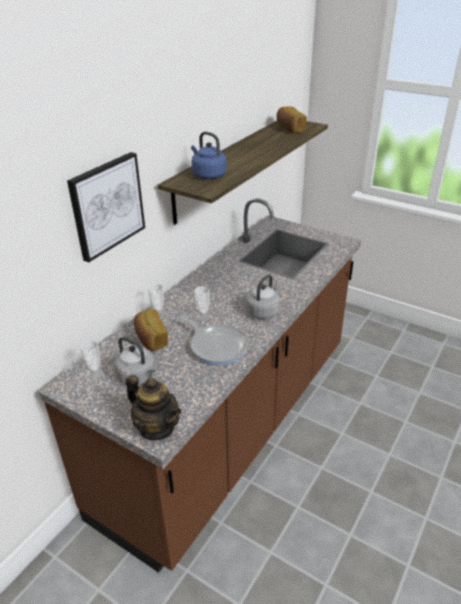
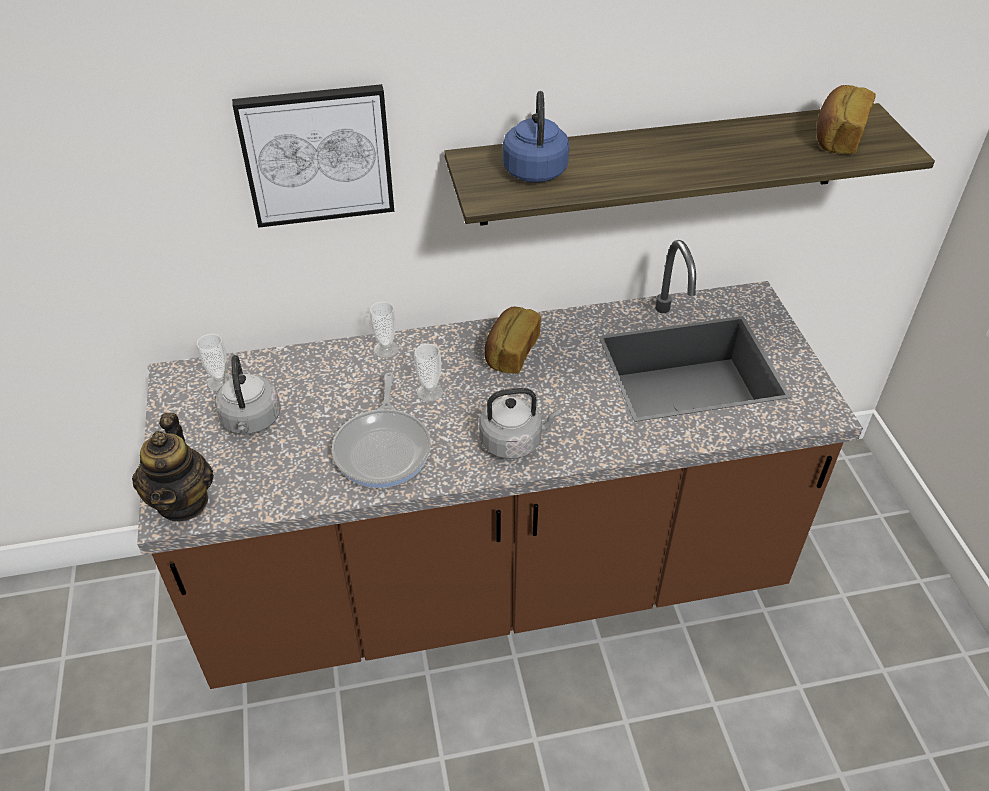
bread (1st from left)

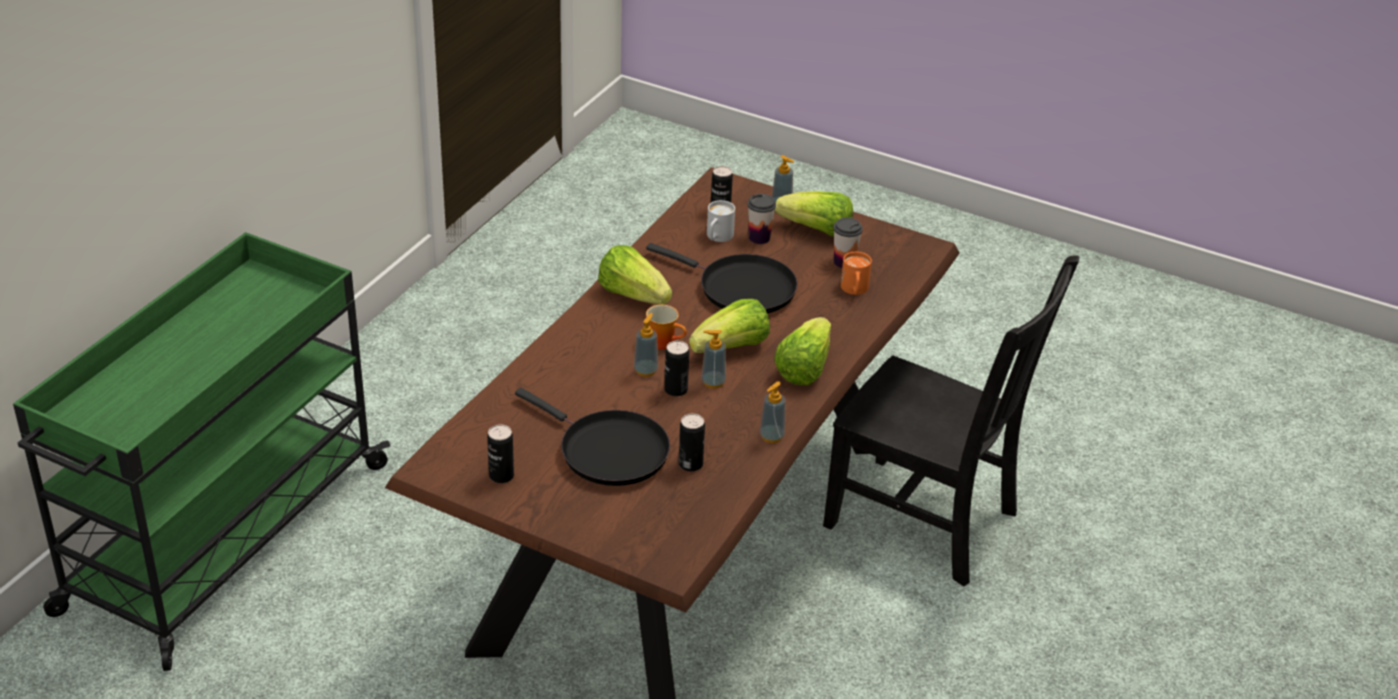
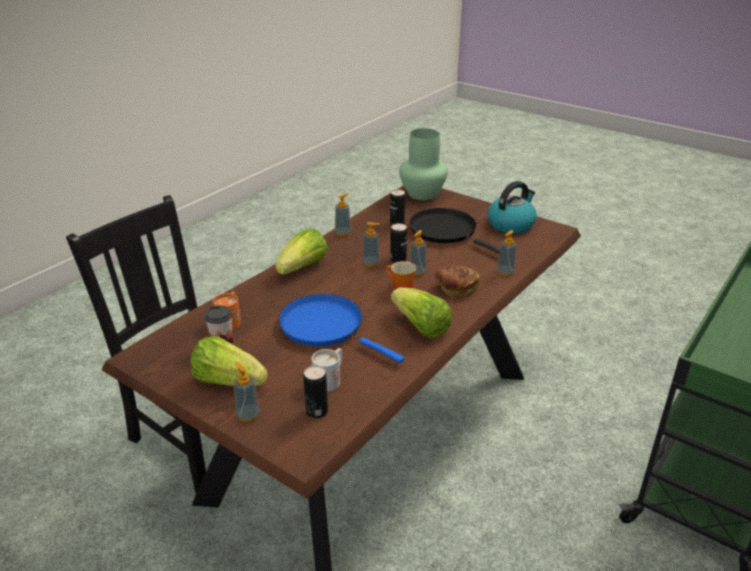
kettle
blue frying pan
lettuce (2nd from left in the first image)
cup (1st from left in the first image)
green vase
bread
soap dispenser (5th from left)

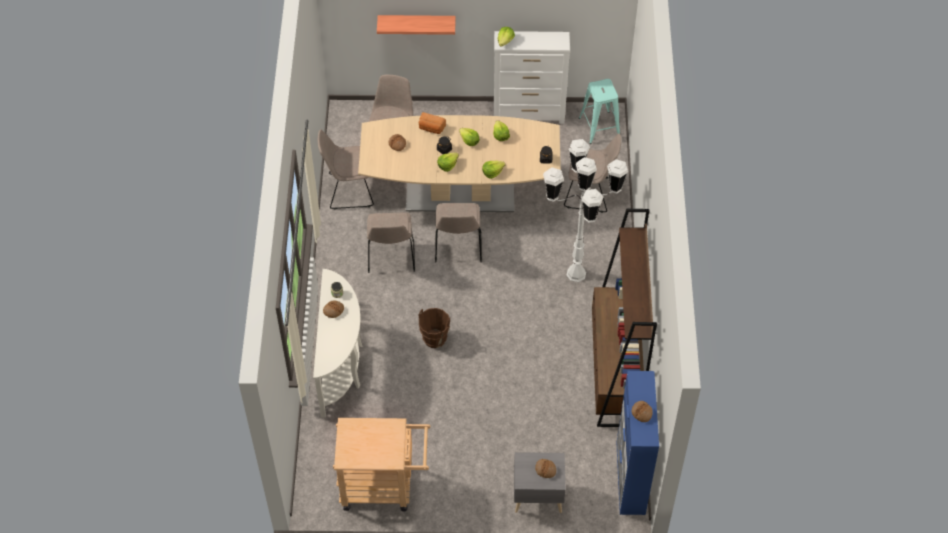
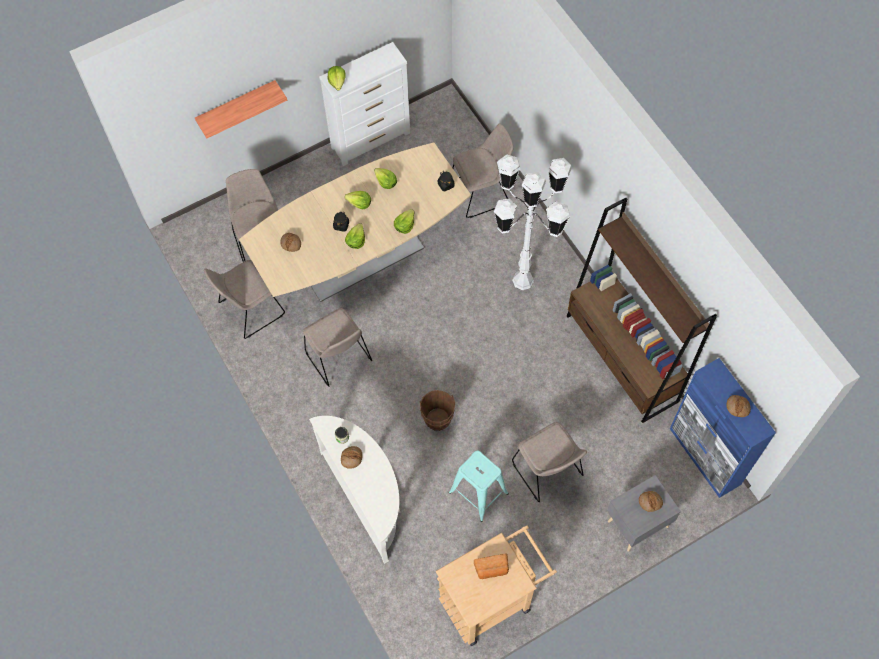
bread (3rd from left)
beige chair (5th from left)
turquoise stool

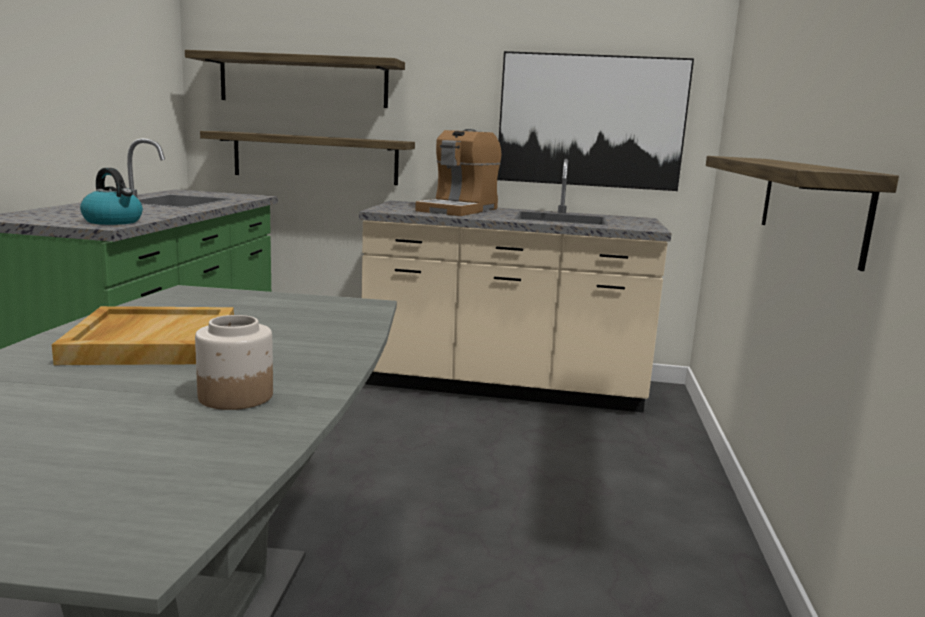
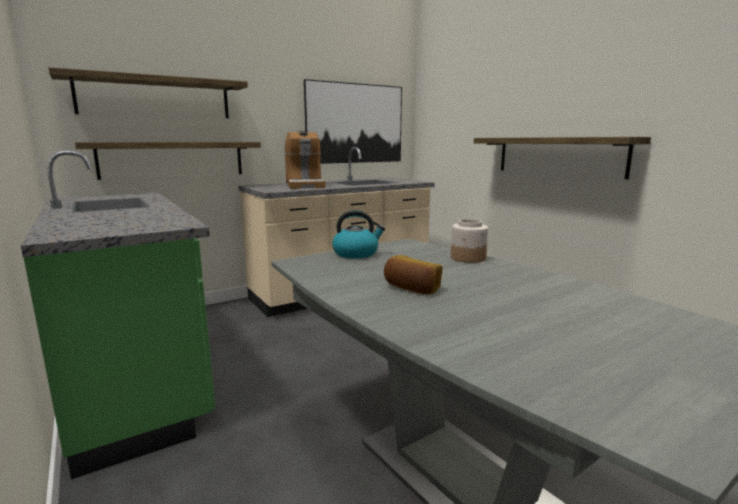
bread
kettle
jar

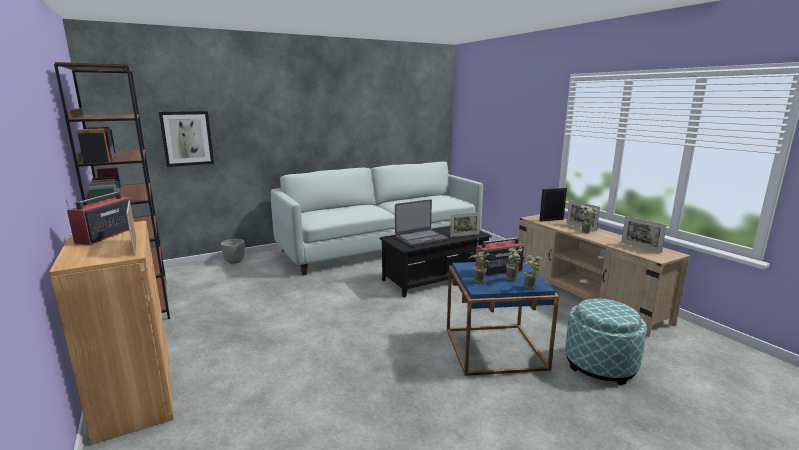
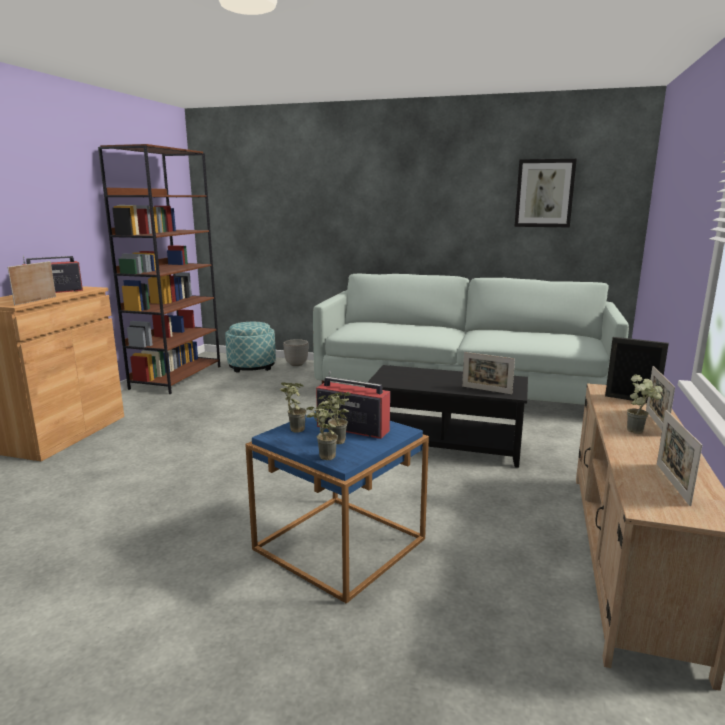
picture
laptop
ottoman

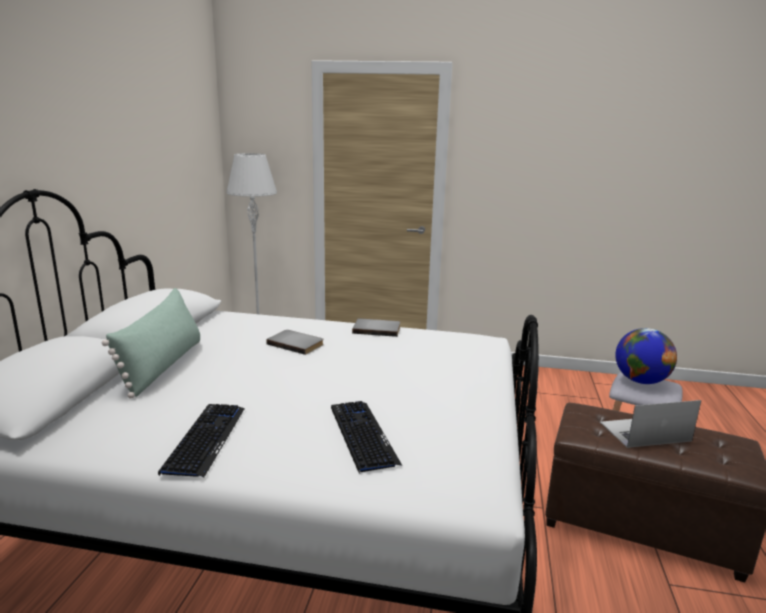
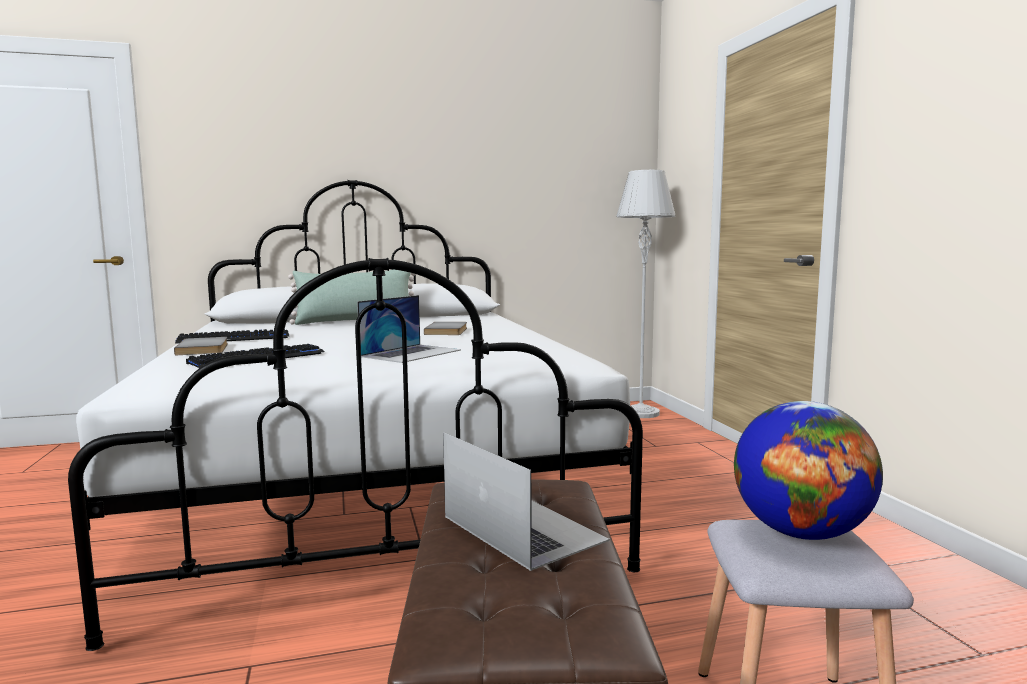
grey book (1st from left)
laptop (1st from left)

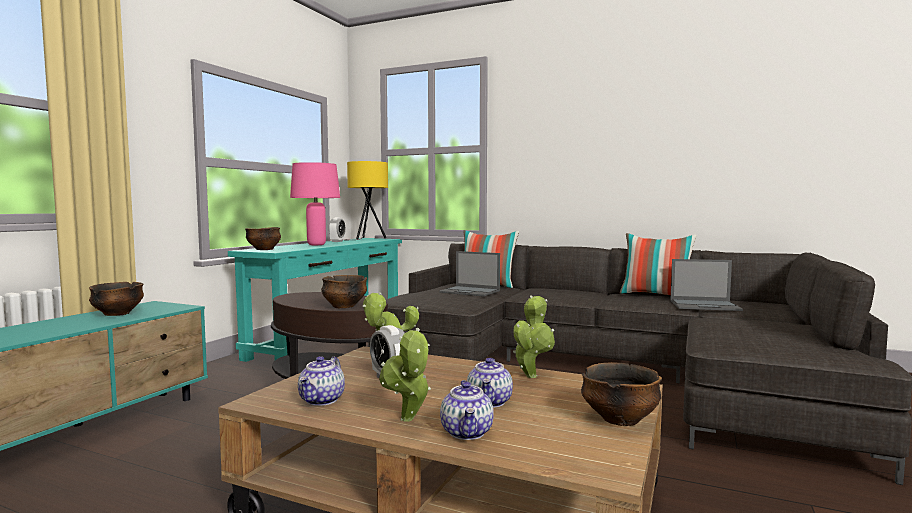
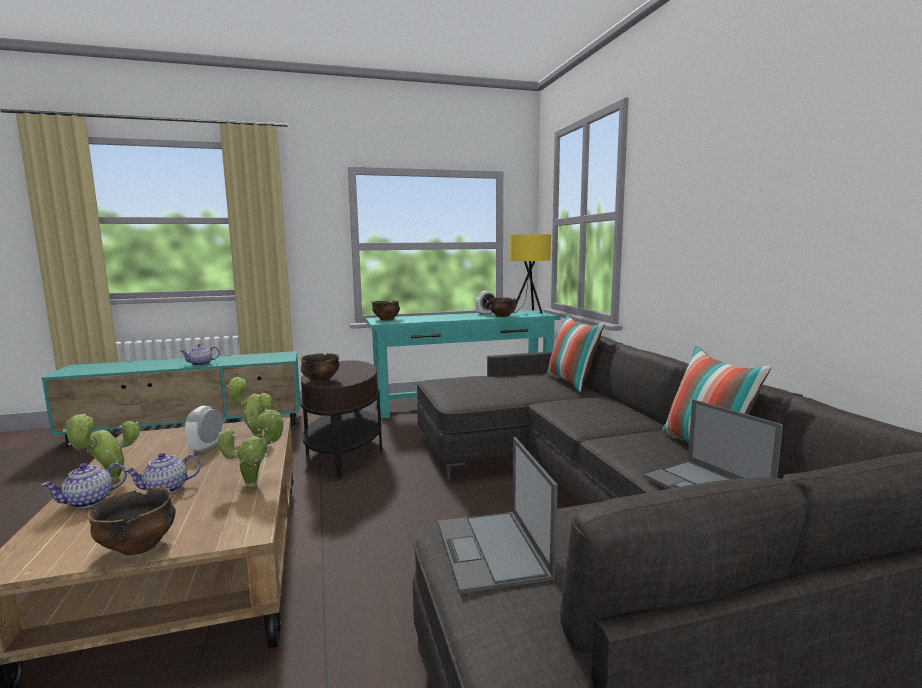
bowl (4th from left)
pink table lamp
teapot (3rd from left)
laptop (1st from left)

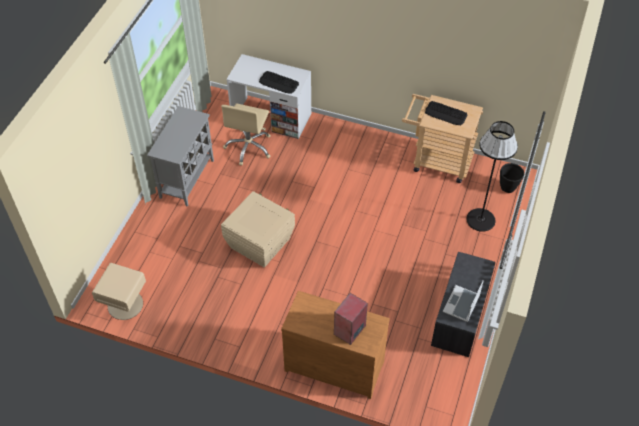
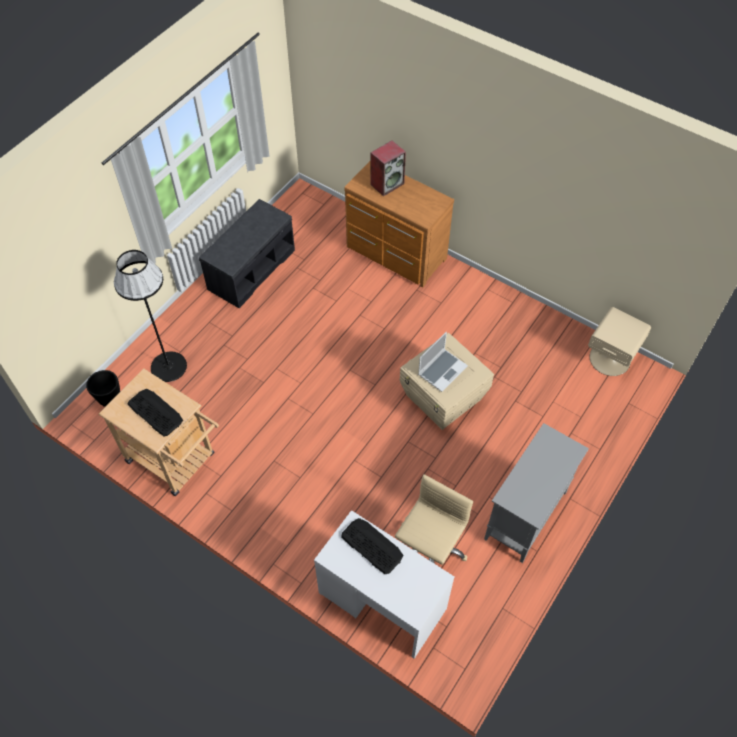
laptop

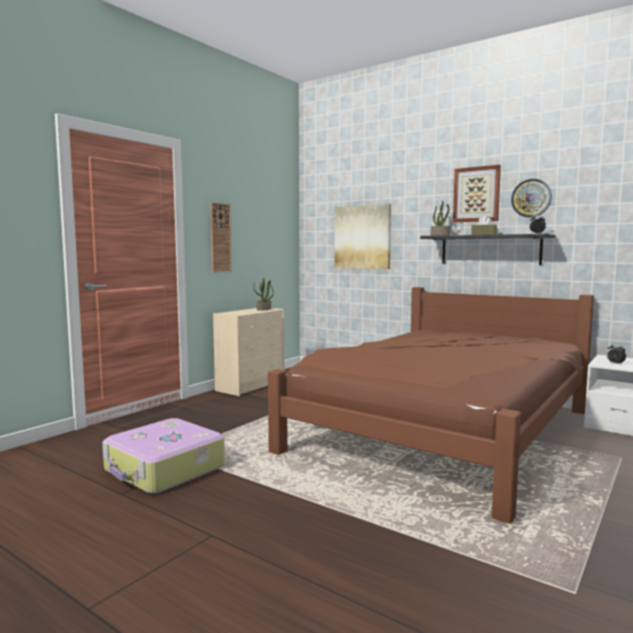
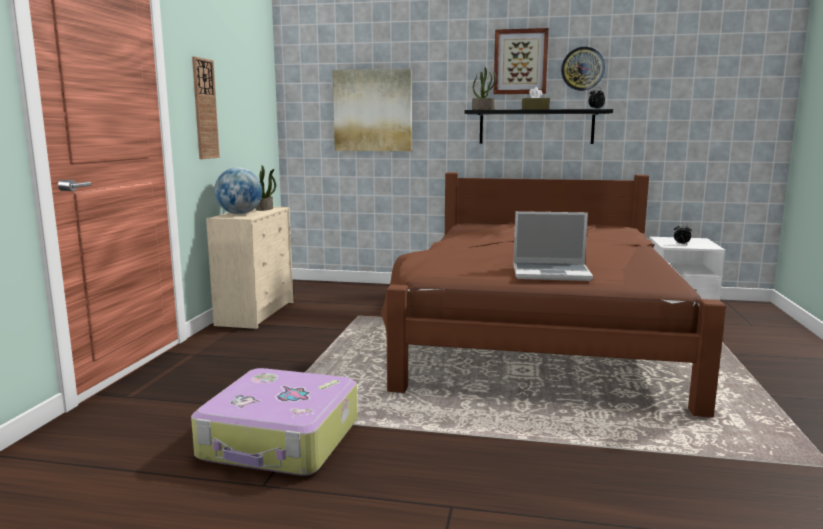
globe
laptop

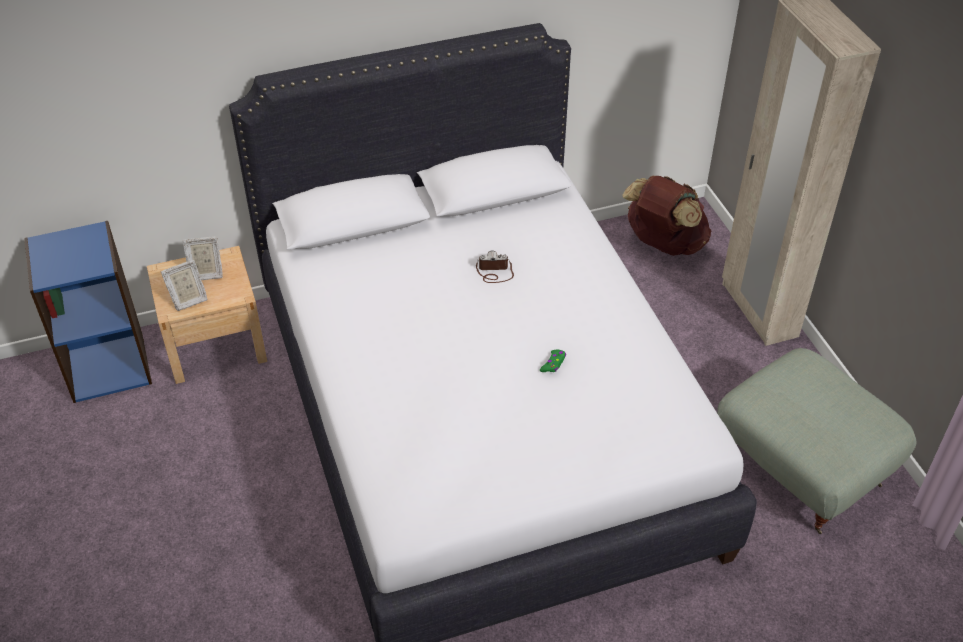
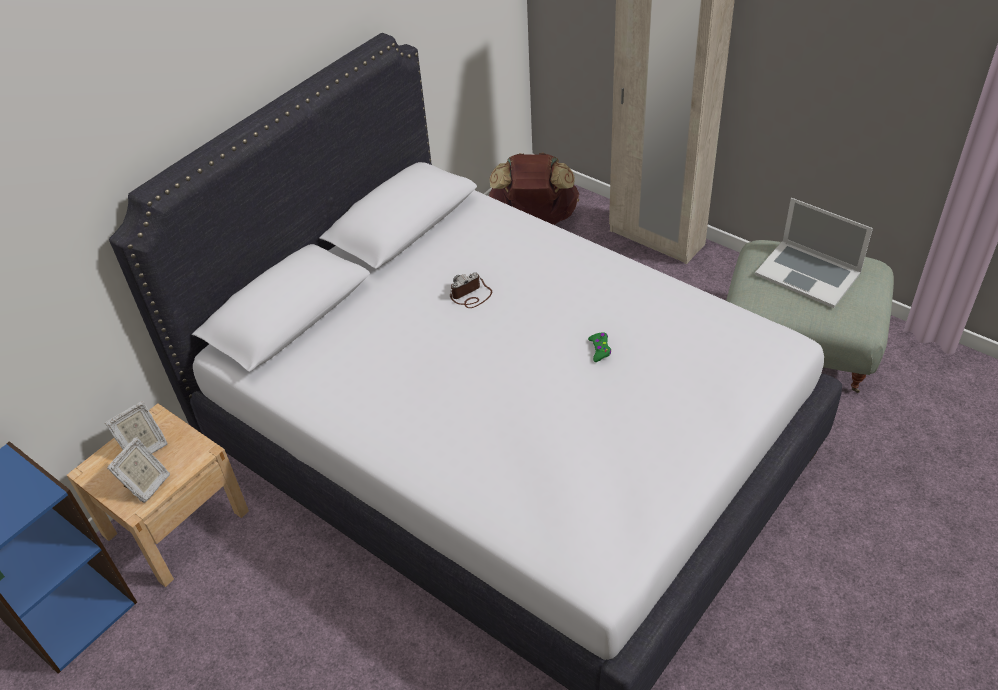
laptop

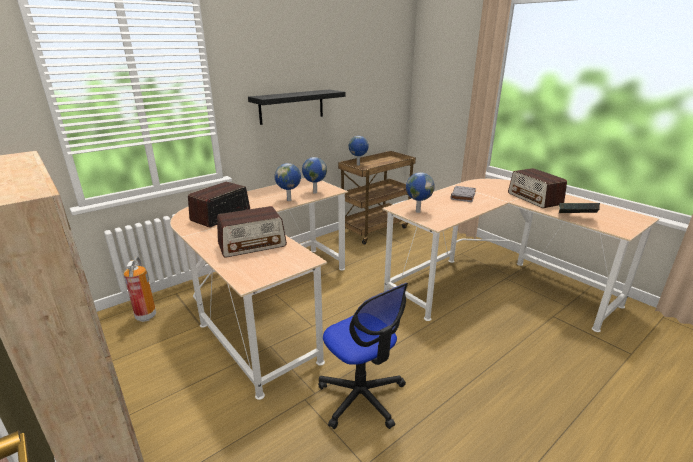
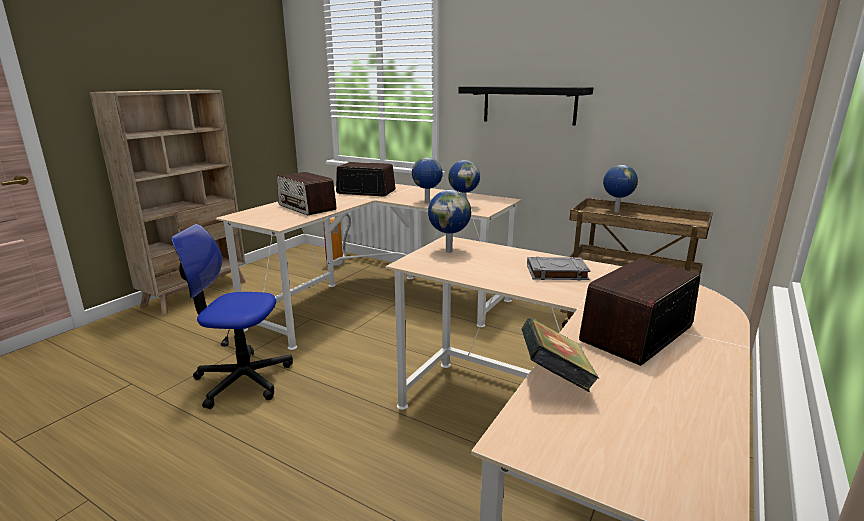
office chair

